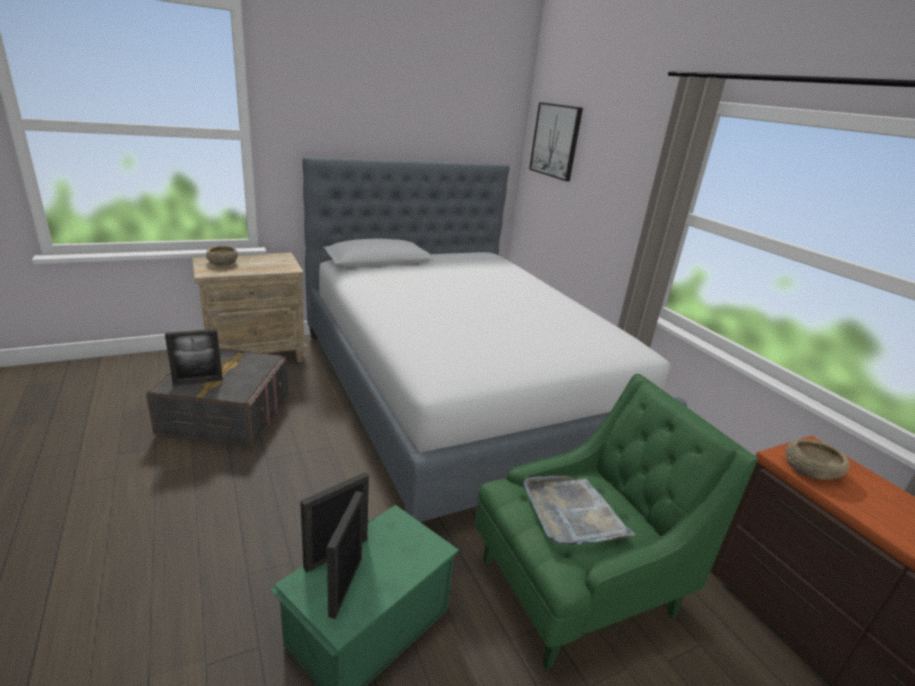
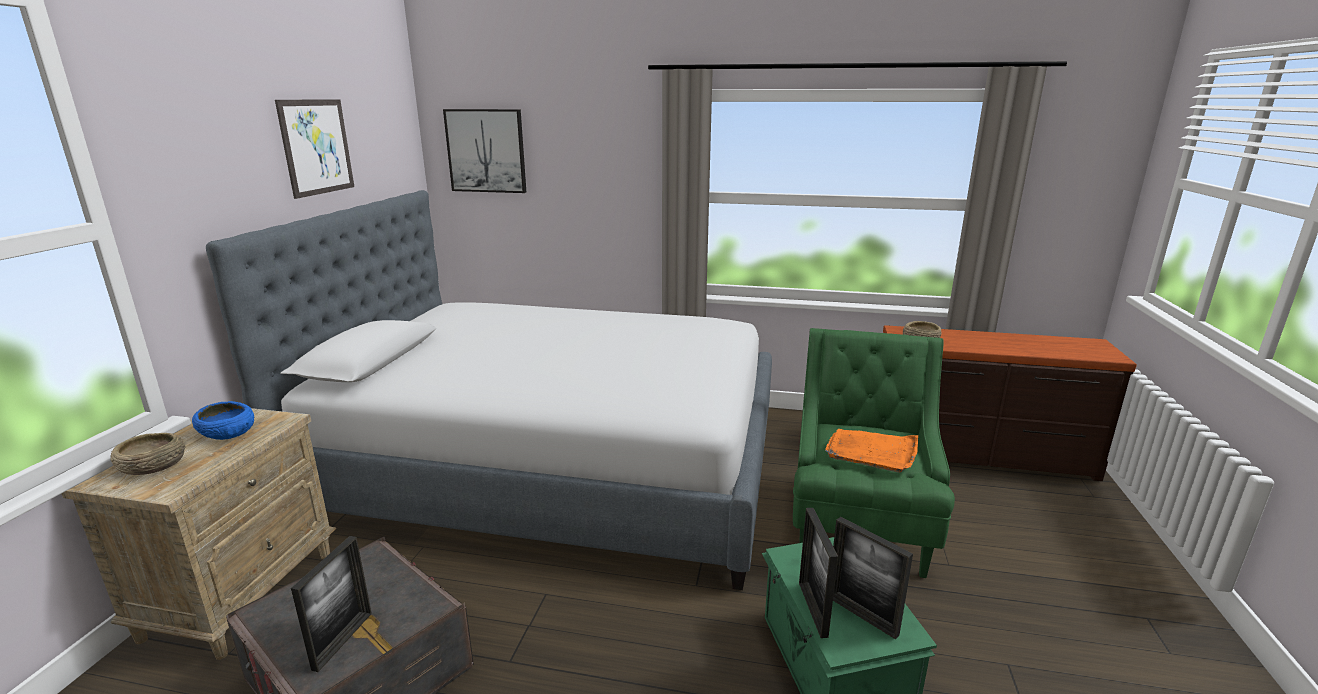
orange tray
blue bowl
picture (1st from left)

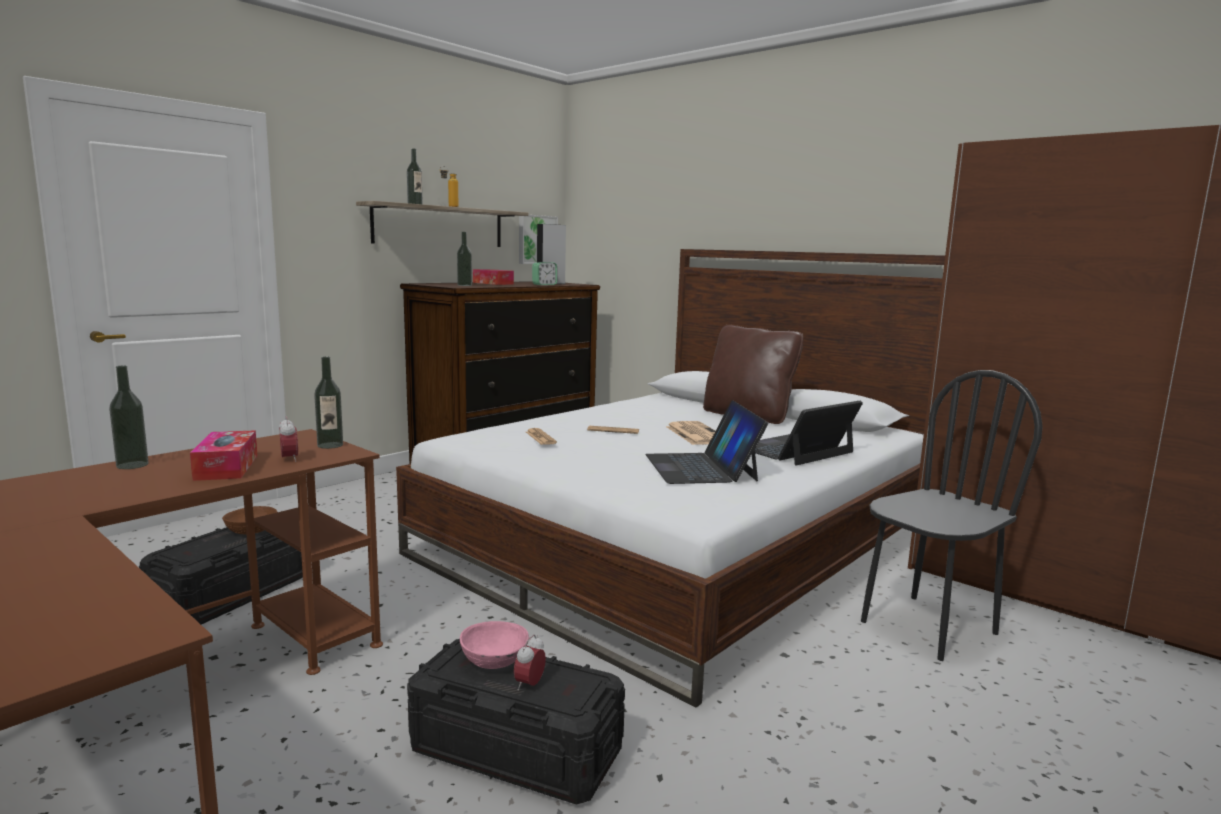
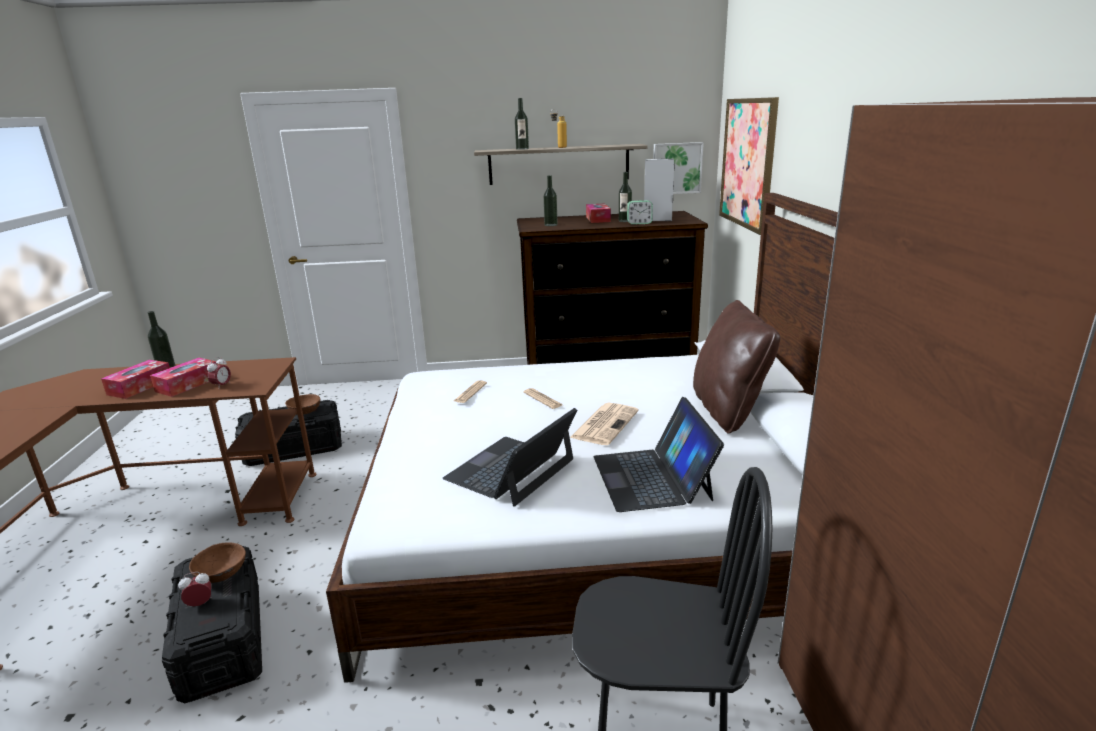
bottle (5th from left)
brown bowl (1st from left)
laptop (2nd from left)
tissue box (1st from left)
picture (2nd from left)

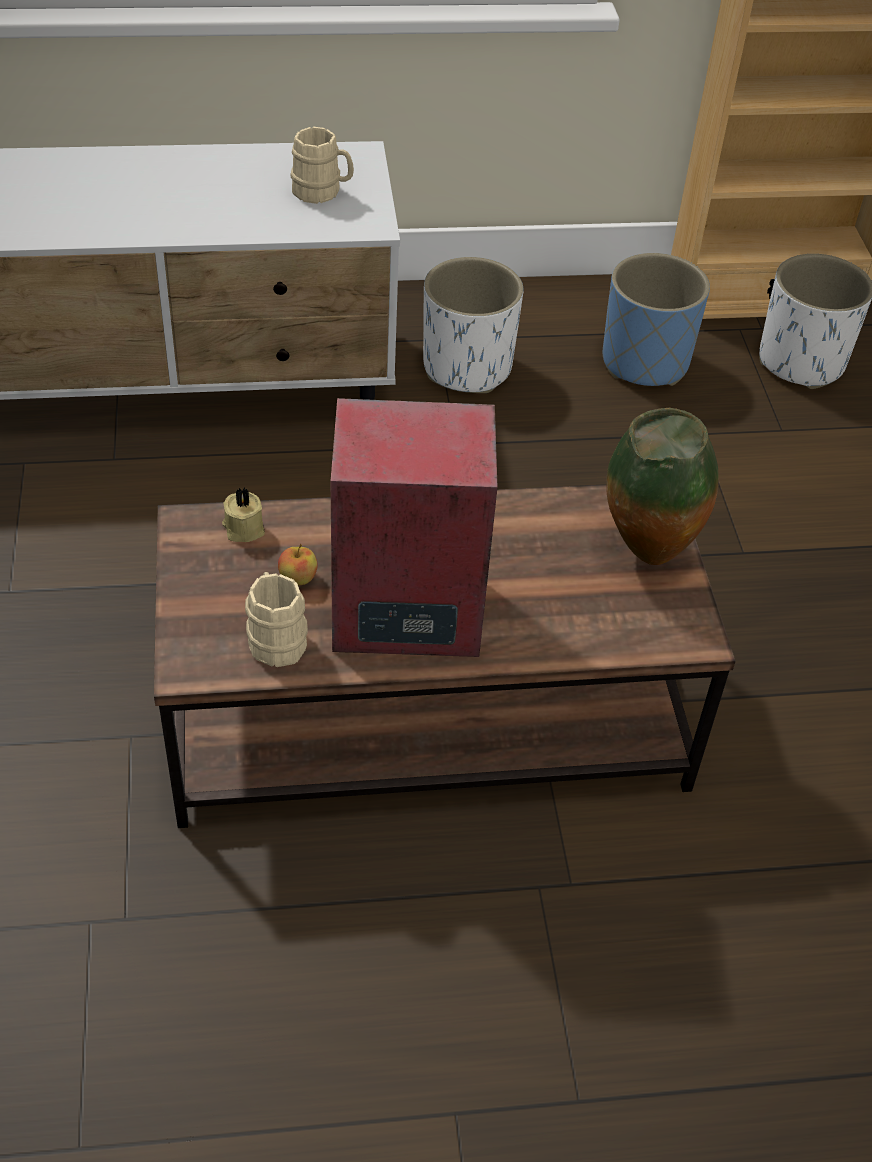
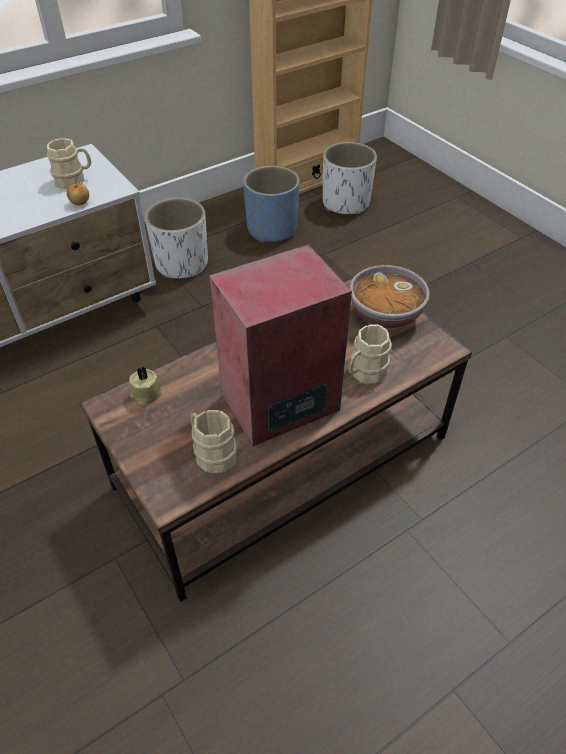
apple
bowl
beige mug (3rd from left)

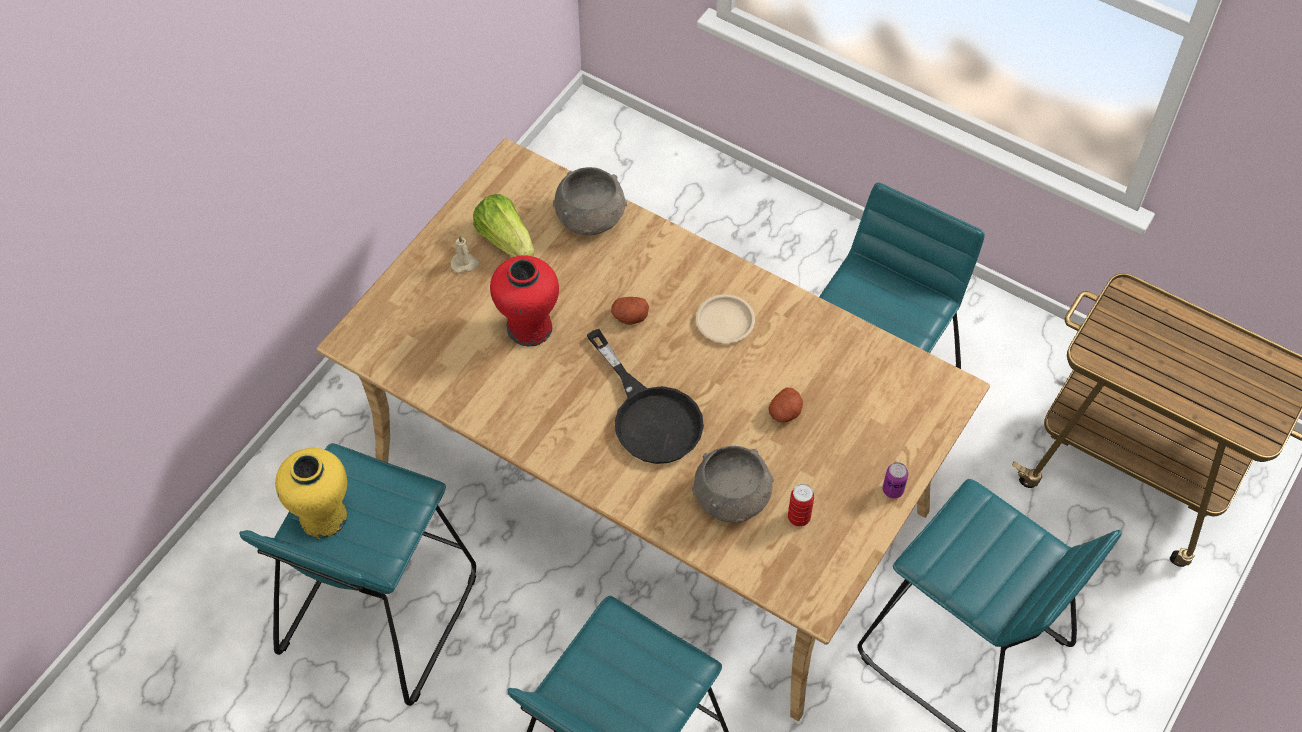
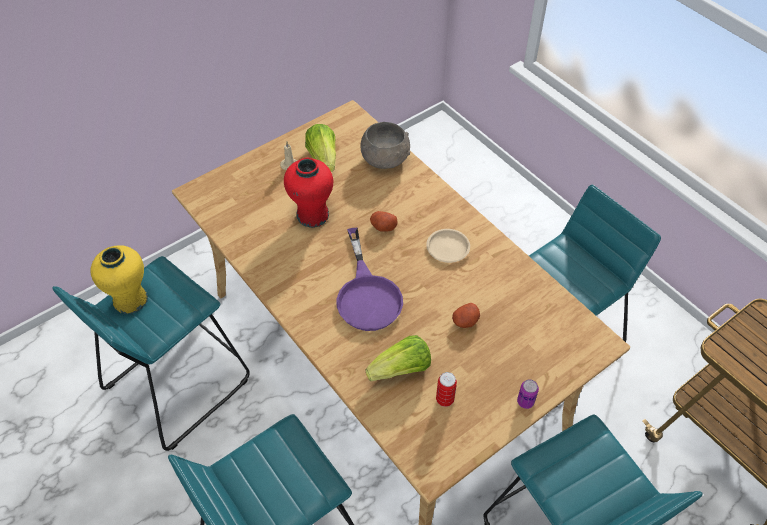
purple frying pan
lettuce (2nd from left)

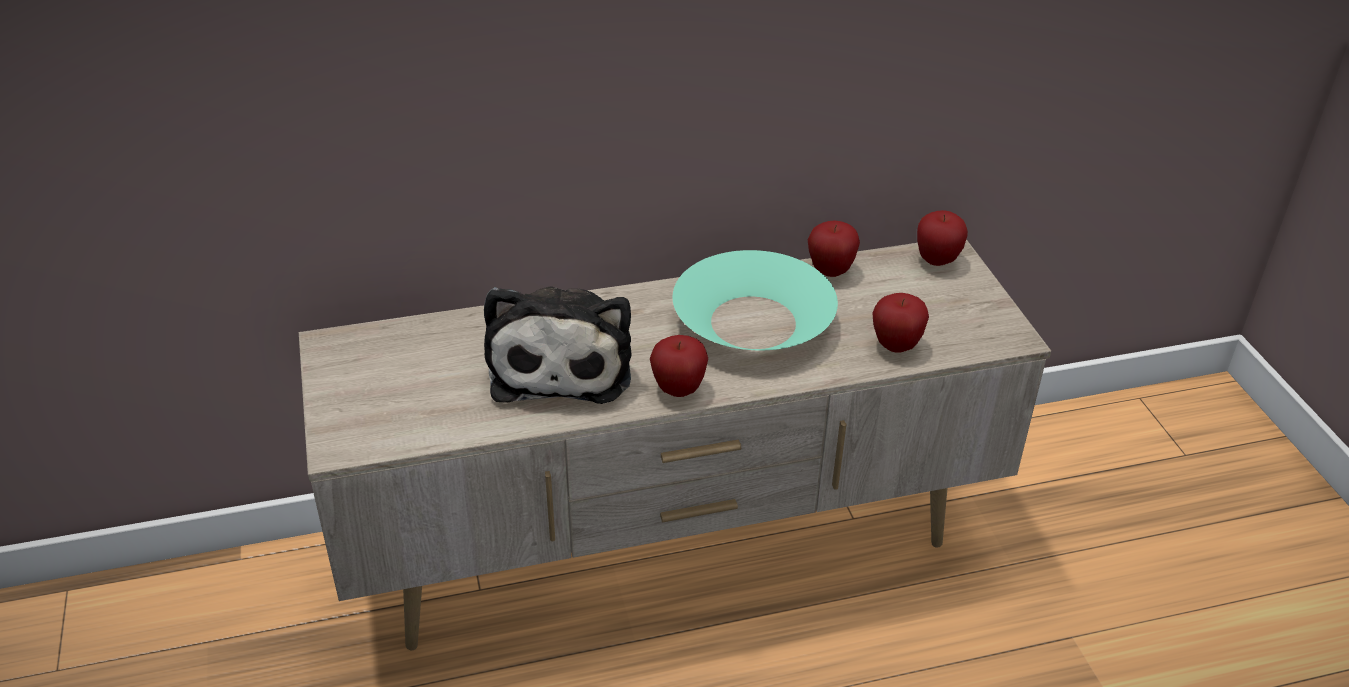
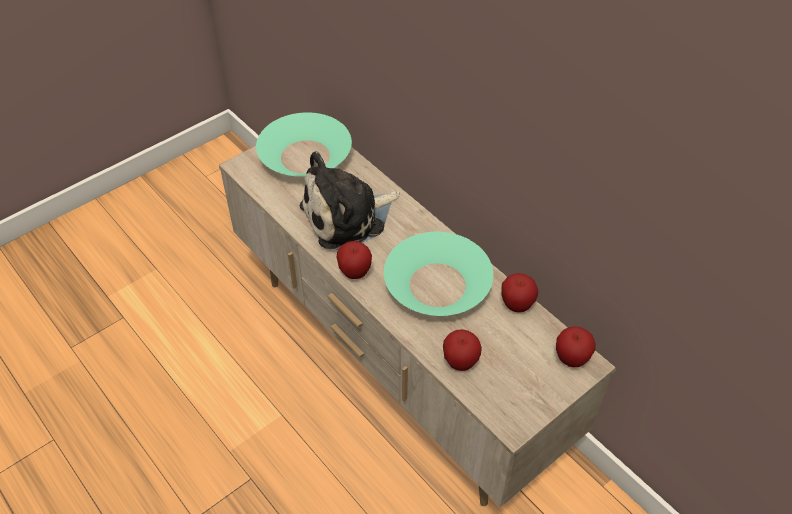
turquoise bowl (1st from left)

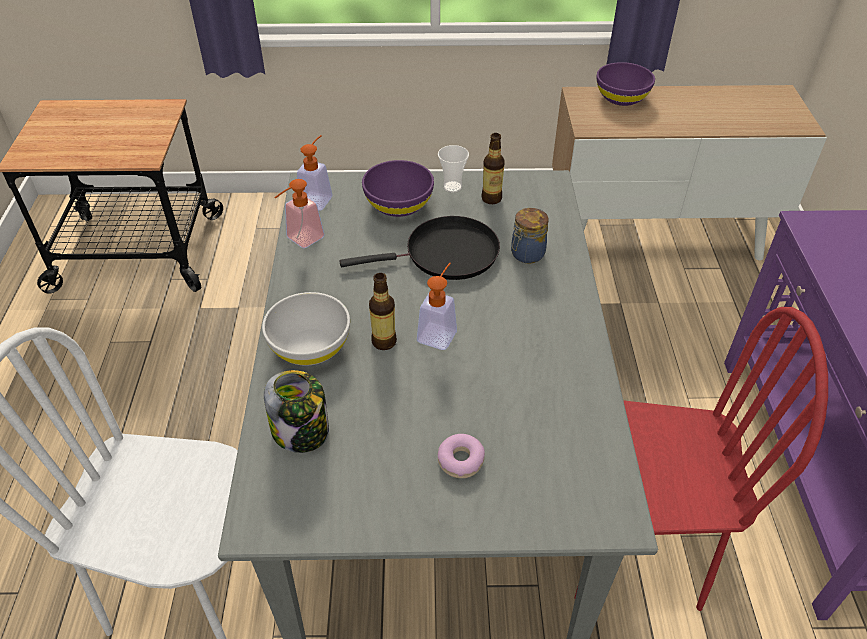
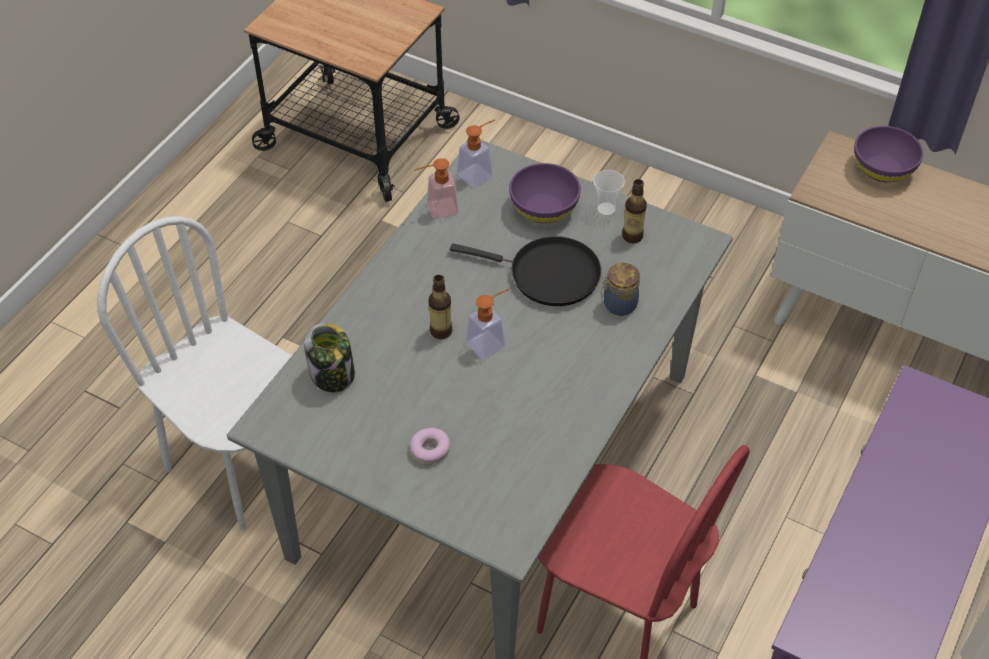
white bowl

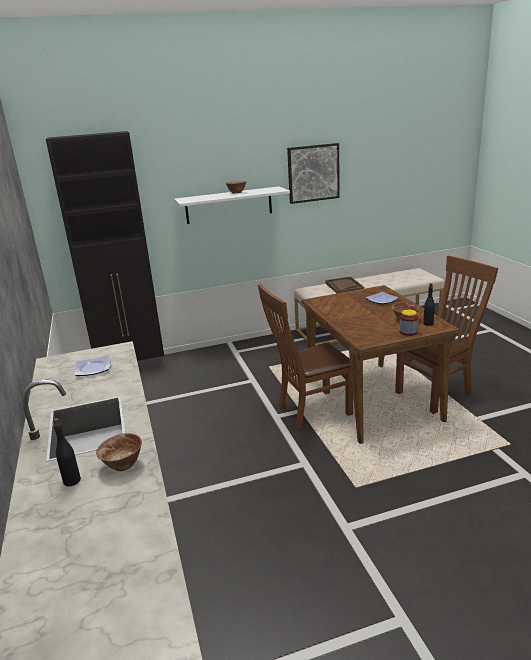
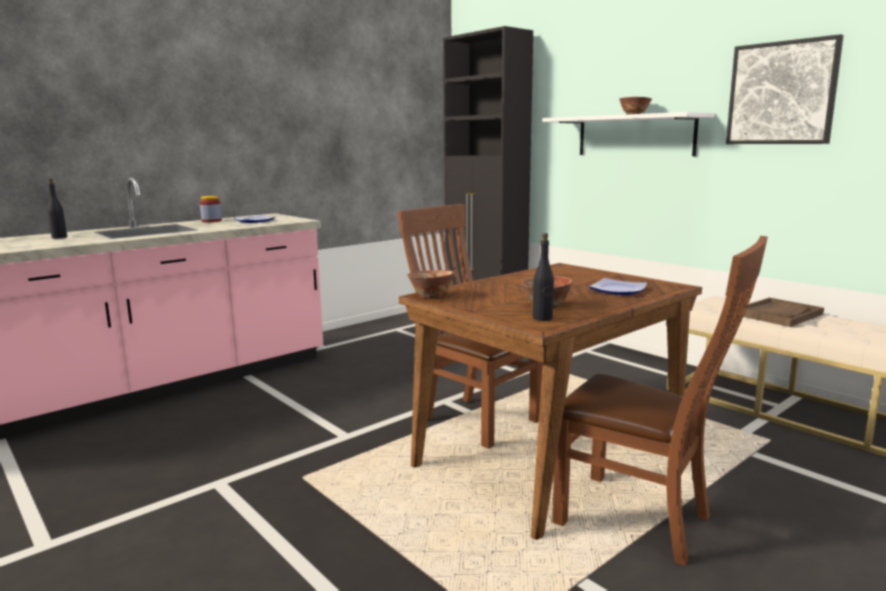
bowl (1st from left)
jar

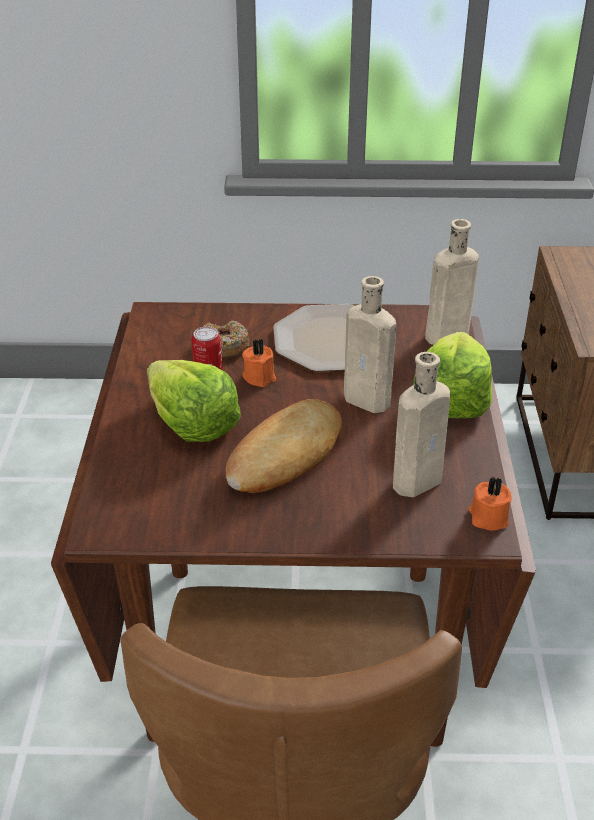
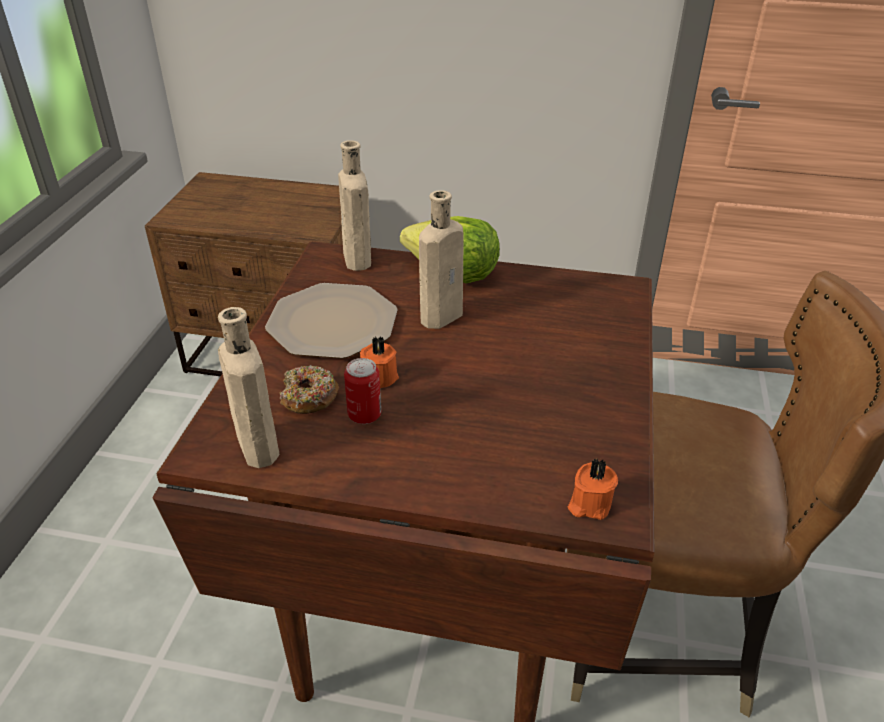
lettuce (1st from left in the first image)
bread
beige bottle (1st from left)
orange candle (2nd from left)

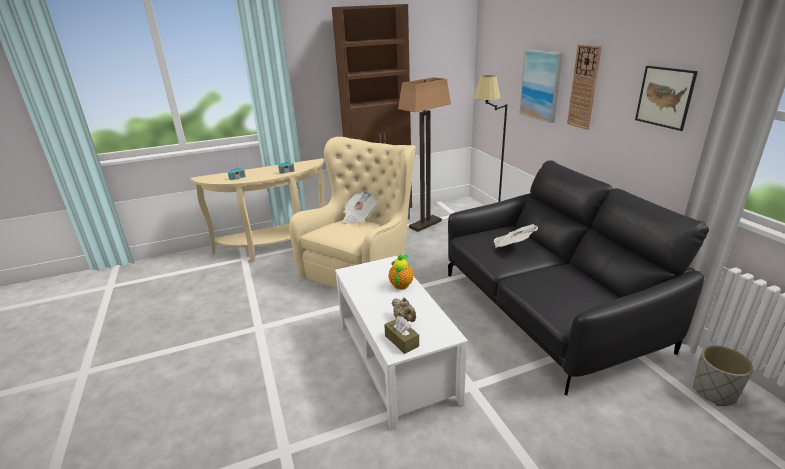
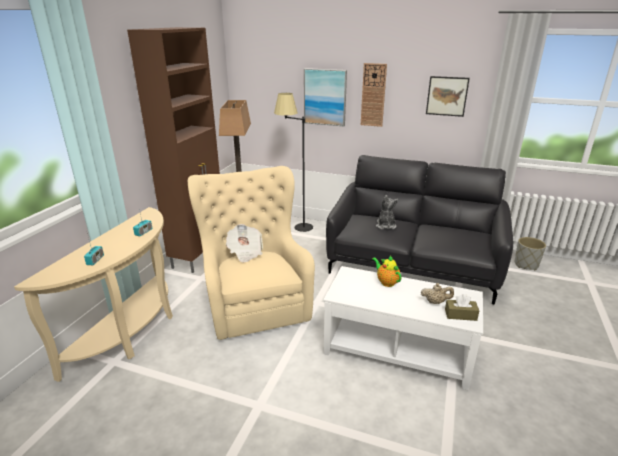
plush toy

